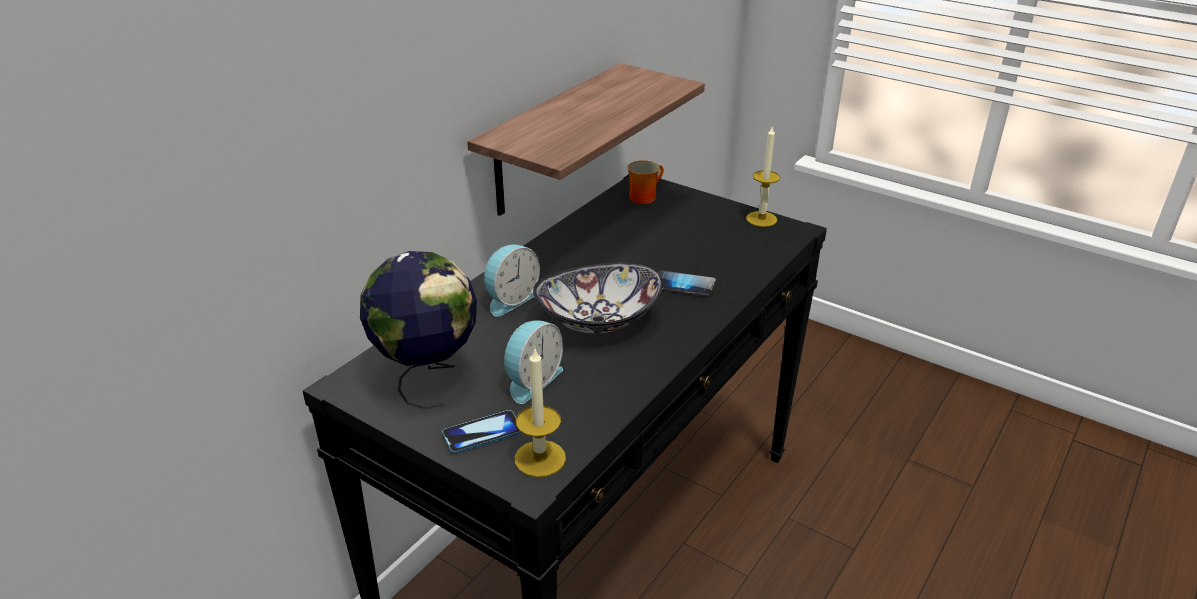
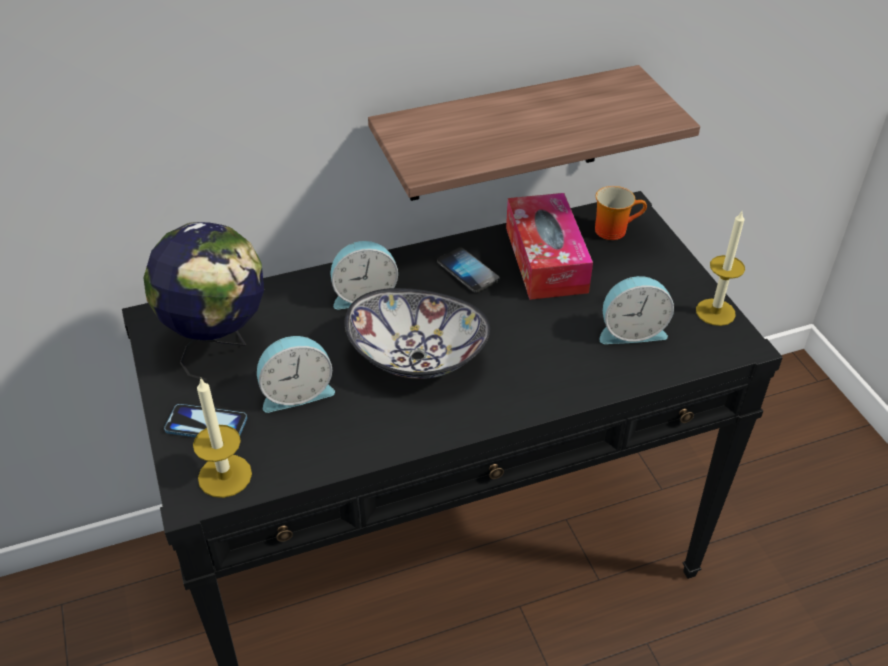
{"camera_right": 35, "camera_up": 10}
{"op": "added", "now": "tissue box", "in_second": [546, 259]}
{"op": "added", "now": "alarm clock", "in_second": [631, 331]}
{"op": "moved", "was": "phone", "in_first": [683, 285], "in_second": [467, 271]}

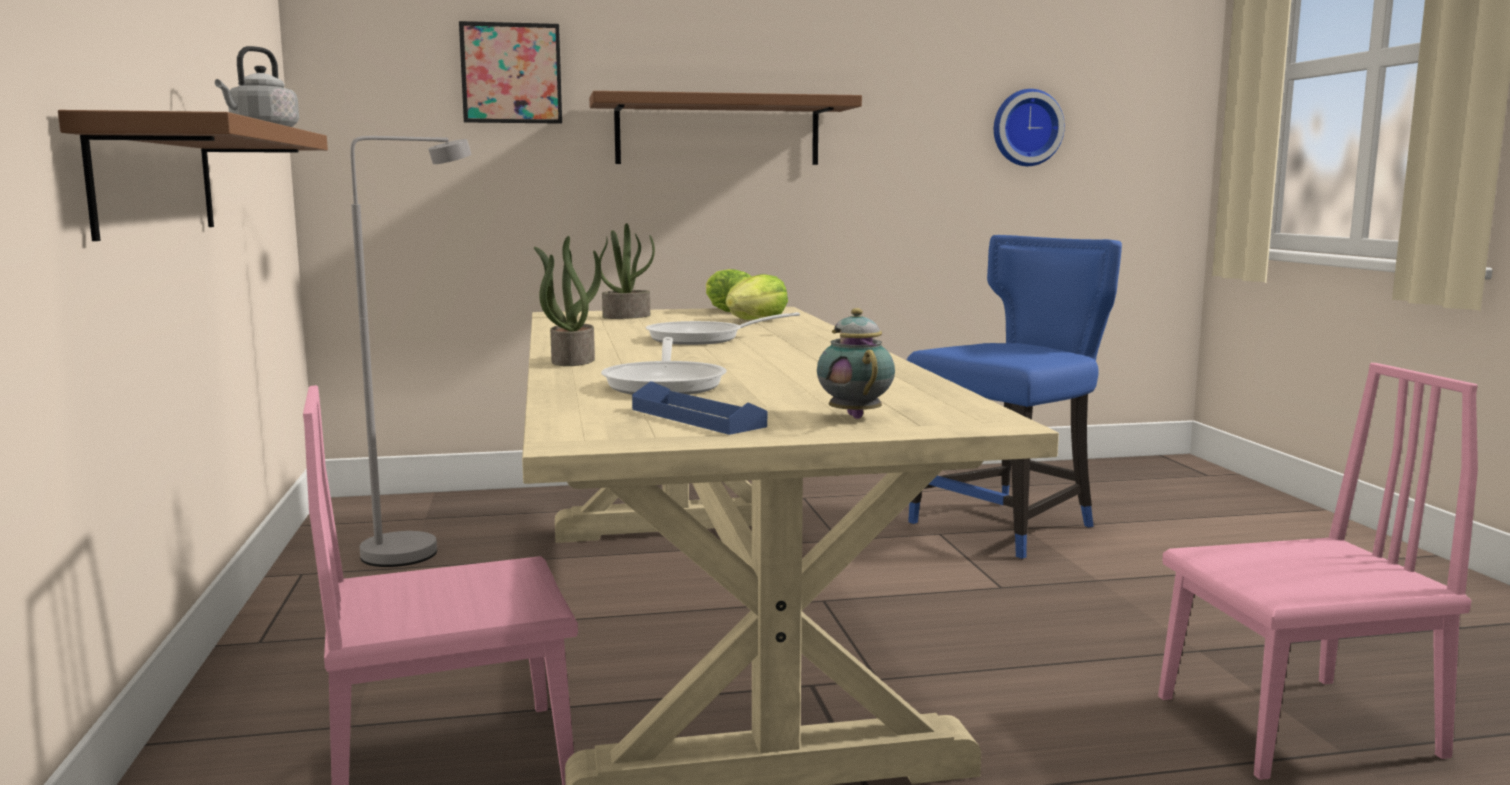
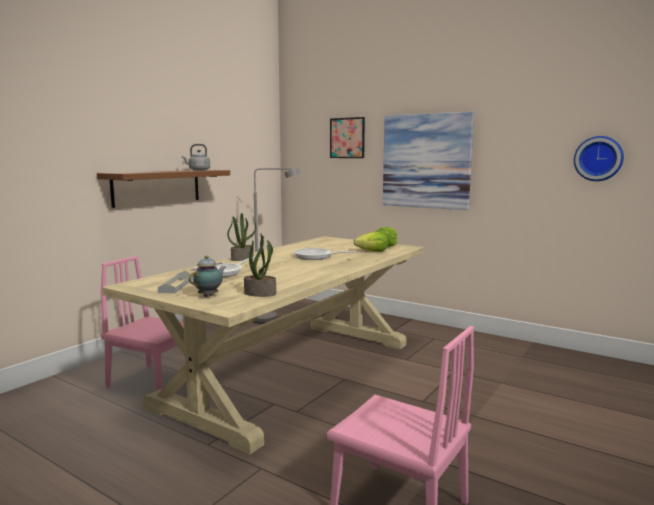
{"camera_right": 45, "camera_up": 0}
{"op": "removed", "was": "blue chair", "in_first": [1008, 526]}
{"op": "moved", "was": "potted plant", "in_first": [626, 316], "in_second": [260, 293]}
{"op": "replaced", "was": "brown shelf", "now": "picture", "in_first": [717, 131], "in_second": [426, 161]}
{"op": "recoloured", "was": "blue tray", "now": "grey tray", "in_first": [697, 418], "in_second": [176, 285]}

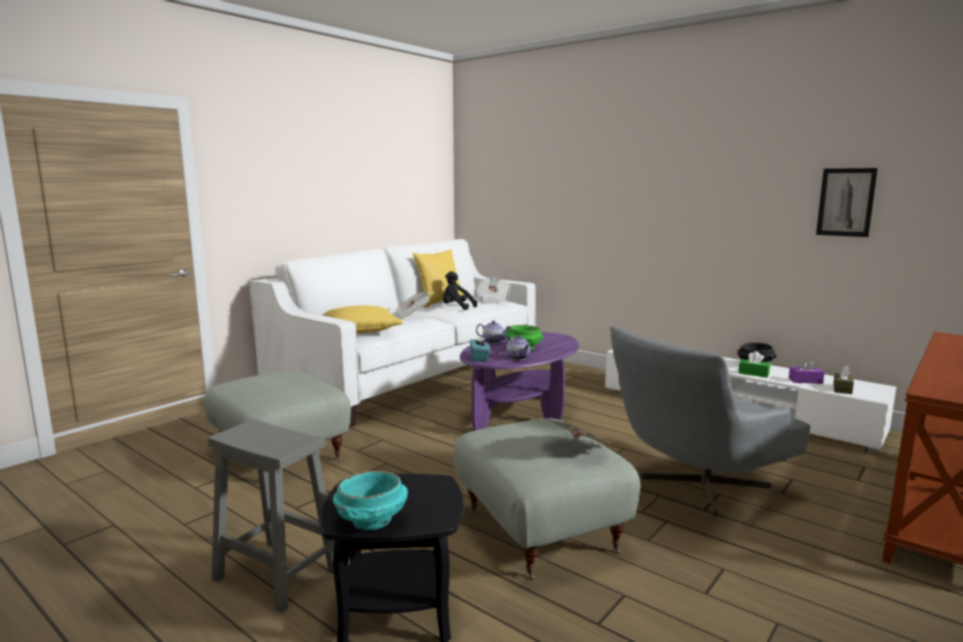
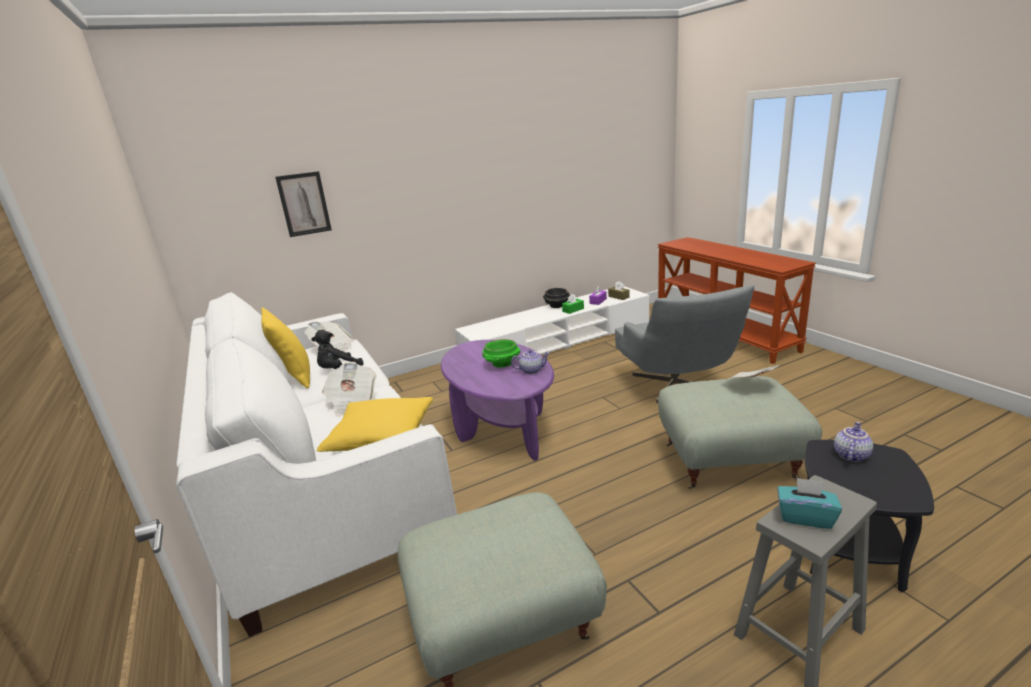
{"camera_right": -65, "camera_up": 10}
{"op": "removed", "was": "turquoise bowl", "in_first": [371, 522]}
{"op": "moved", "was": "turquoise tissue box", "in_first": [479, 358], "in_second": [805, 517]}
{"op": "moved", "was": "teapot", "in_first": [493, 341], "in_second": [850, 455]}
{"op": "moved", "was": "picture", "in_first": [846, 202], "in_second": [304, 204]}

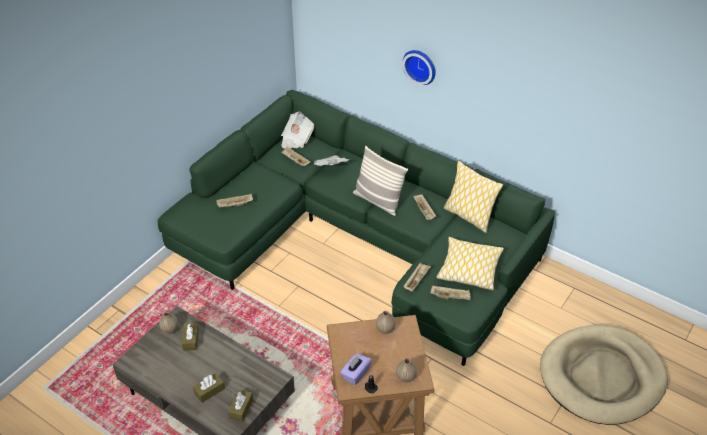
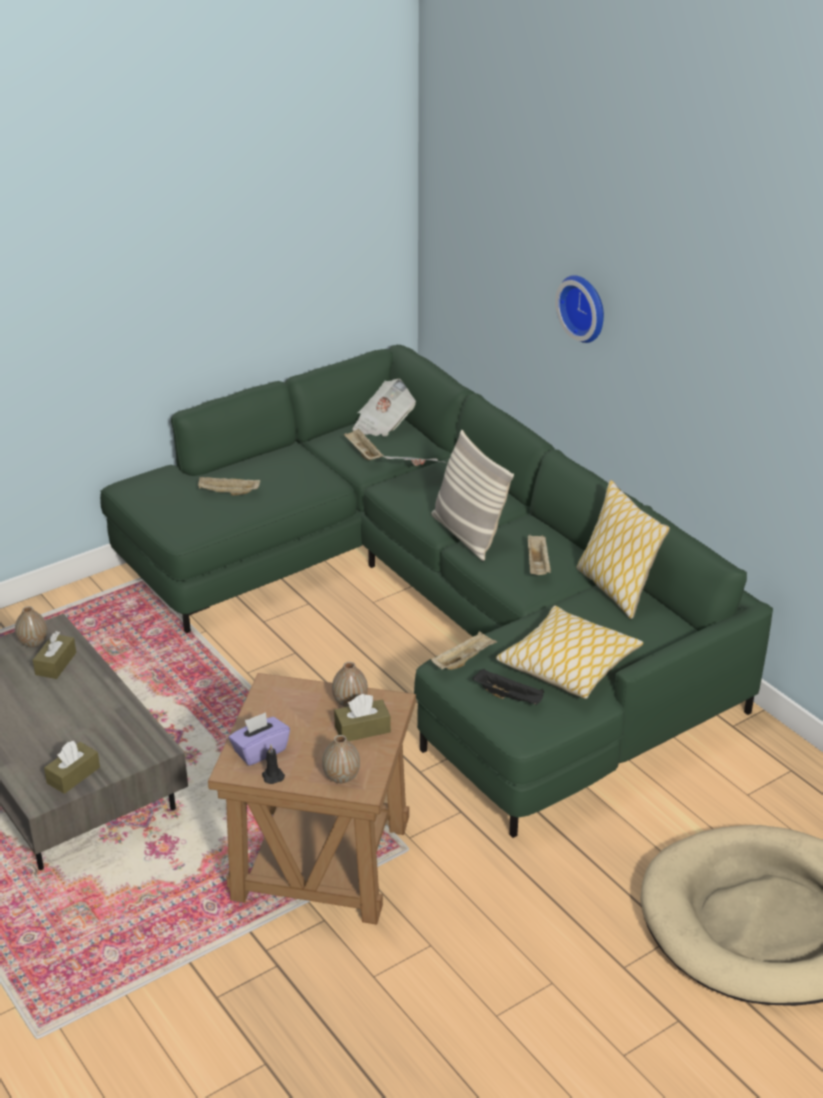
{"camera_right": 20, "camera_up": -10}
{"op": "moved", "was": "brown tissue box", "in_first": [209, 391], "in_second": [362, 729]}
{"op": "recoloured", "was": "beige tray", "now": "black tray", "in_first": [450, 297], "in_second": [509, 697]}

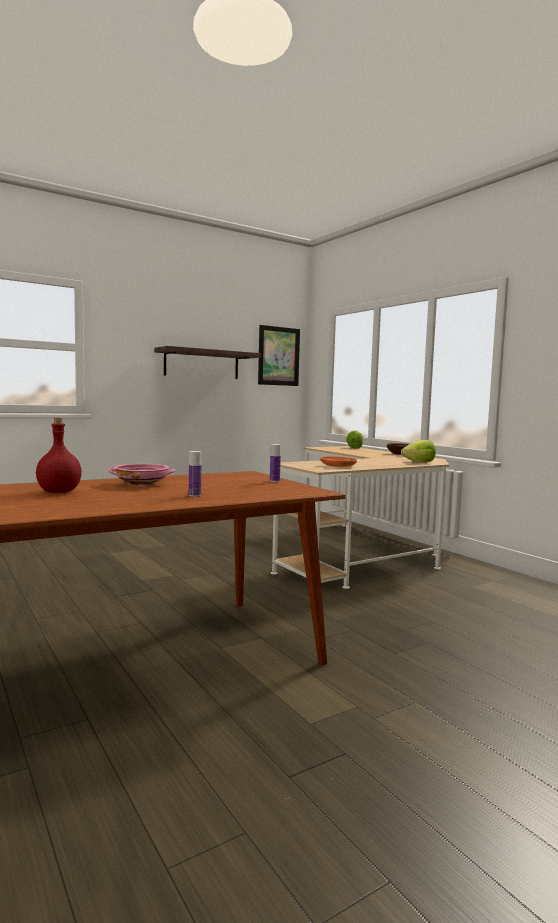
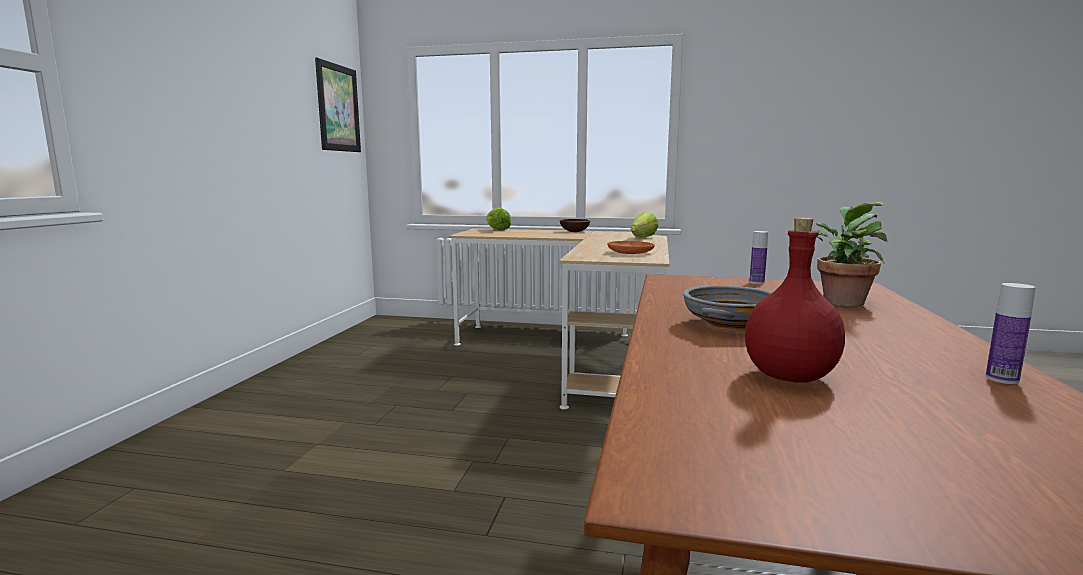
{"camera_right": -45, "camera_up": 5}
{"op": "removed", "was": "shelf", "in_first": [202, 364]}
{"op": "added", "now": "potted plant", "in_second": [840, 301]}
{"op": "moved", "was": "bottle", "in_first": [194, 495], "in_second": [1002, 379]}
{"op": "recoloured", "was": "pink bowl", "now": "grey bowl", "in_first": [142, 484], "in_second": [729, 324]}

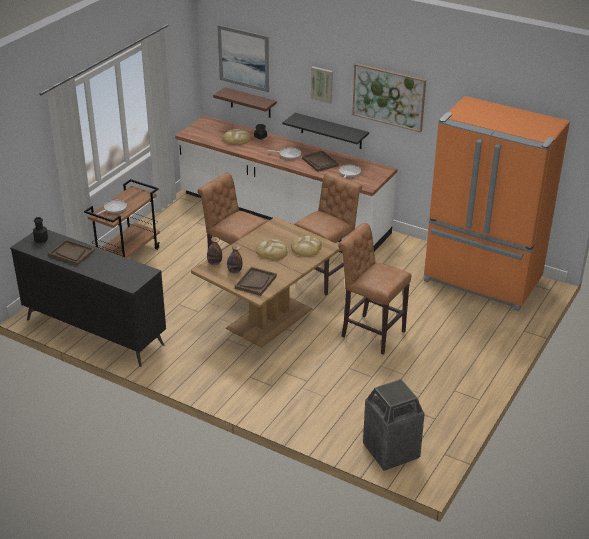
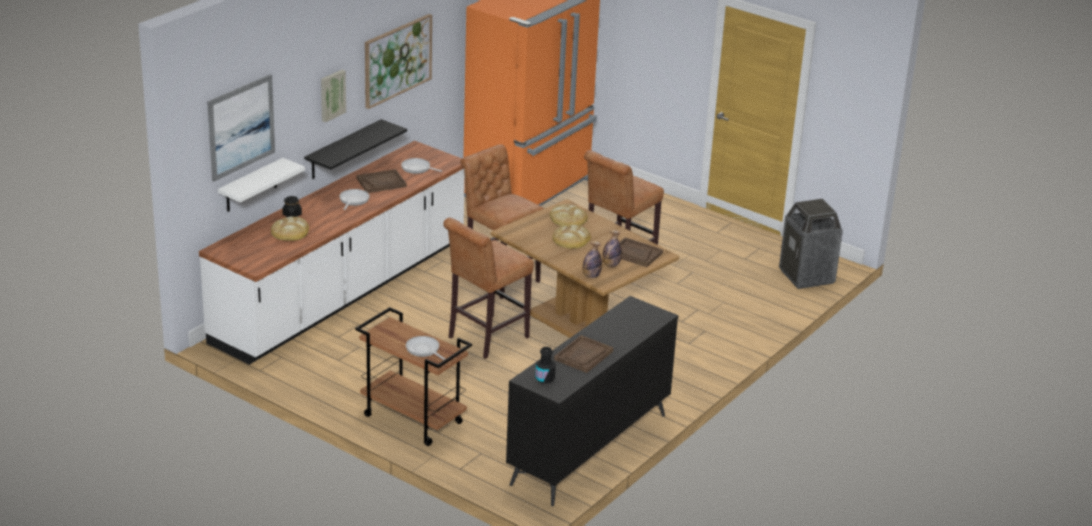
{"camera_right": -85, "camera_up": -5}
{"op": "recoloured", "was": "brown shelf", "now": "white shelf", "in_first": [250, 103], "in_second": [251, 186]}

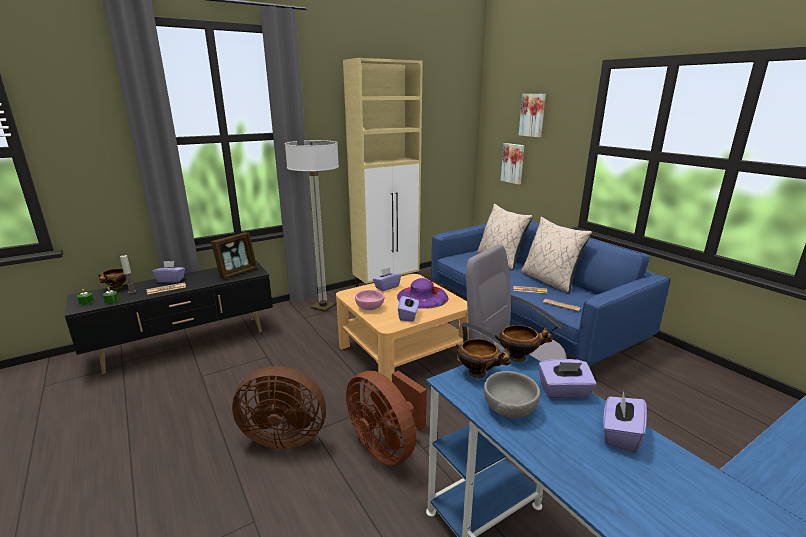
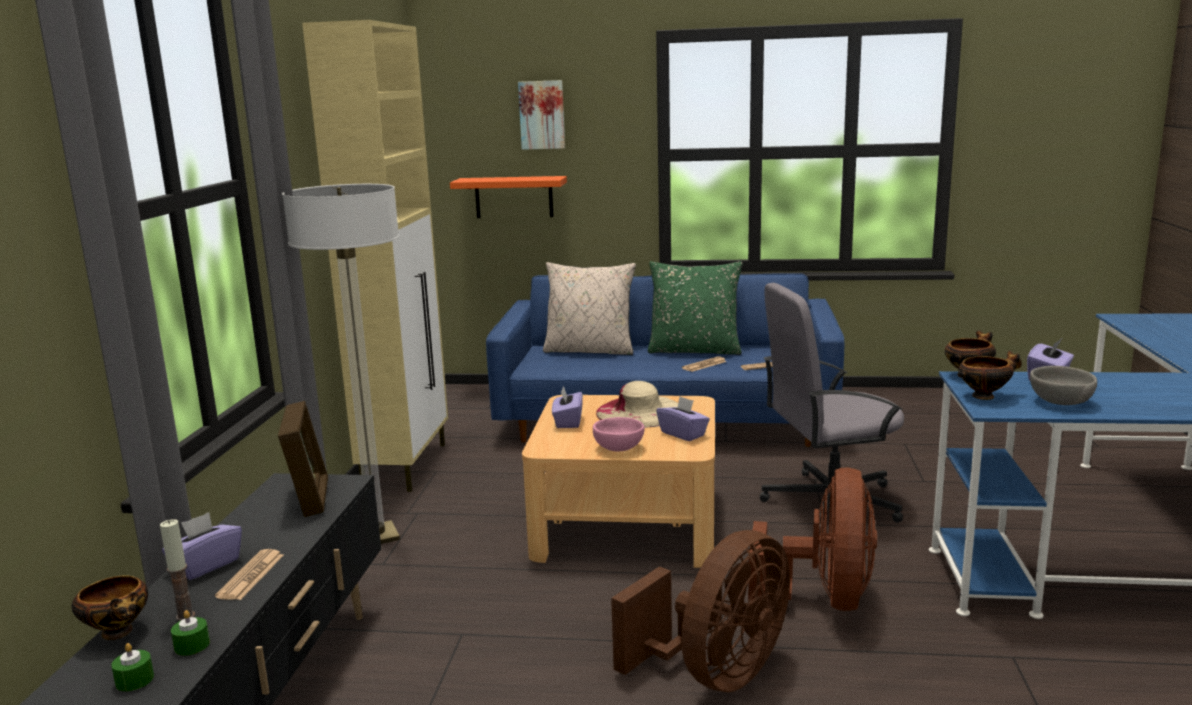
{"camera_right": -50, "camera_up": -5}
{"op": "removed", "was": "purple tissue box", "in_first": [620, 435]}
{"op": "replaced", "was": "picture", "now": "orange shelf", "in_first": [513, 163], "in_second": [514, 197]}
{"op": "recoloured", "was": "purple hat", "now": "beige hat", "in_first": [422, 297], "in_second": [639, 412]}
{"op": "recoloured", "was": "beige pillow", "now": "green pillow", "in_first": [549, 281], "in_second": [694, 350]}
{"op": "turned", "was": "brown fan", "in_first": [387, 446], "in_second": [823, 601], "clockwise": -75}

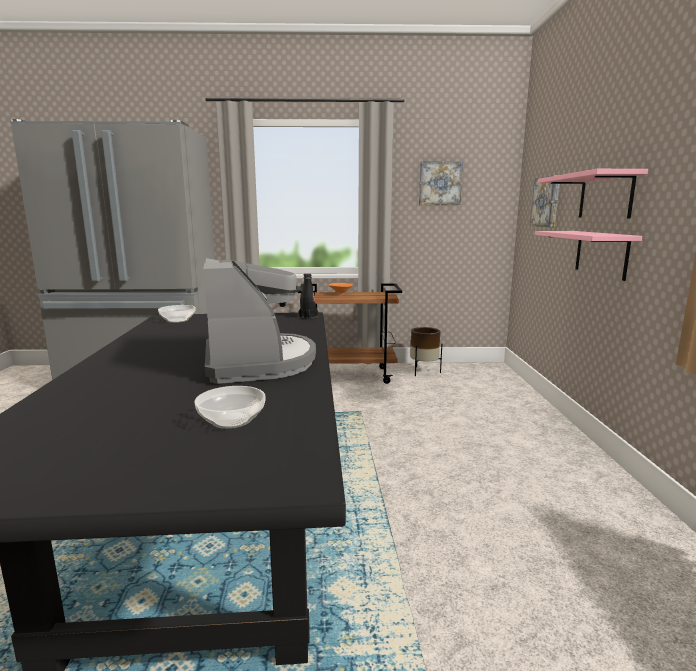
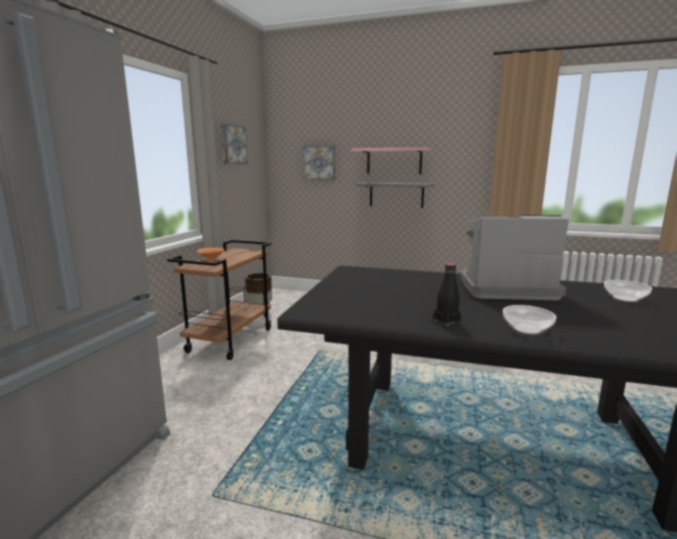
{"camera_right": -70, "camera_up": 0}
{"op": "moved", "was": "bowl", "in_first": [177, 320], "in_second": [526, 329]}
{"op": "moved", "was": "black bottle", "in_first": [308, 317], "in_second": [446, 321]}
{"op": "recoloured", "was": "pink shelf", "now": "grey shelf", "in_first": [601, 254], "in_second": [396, 195]}

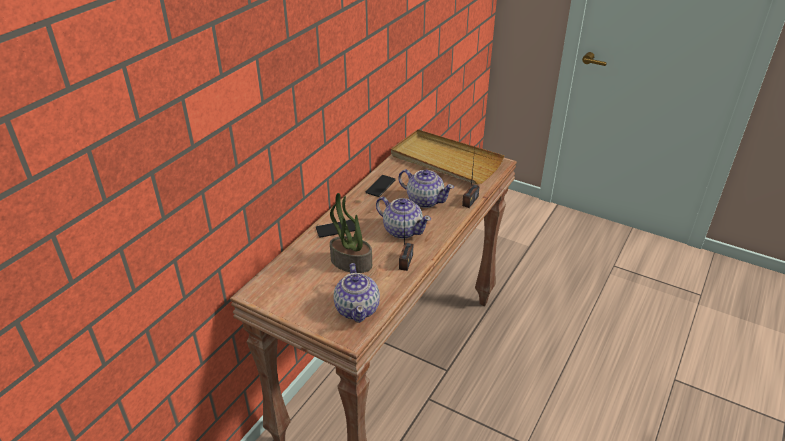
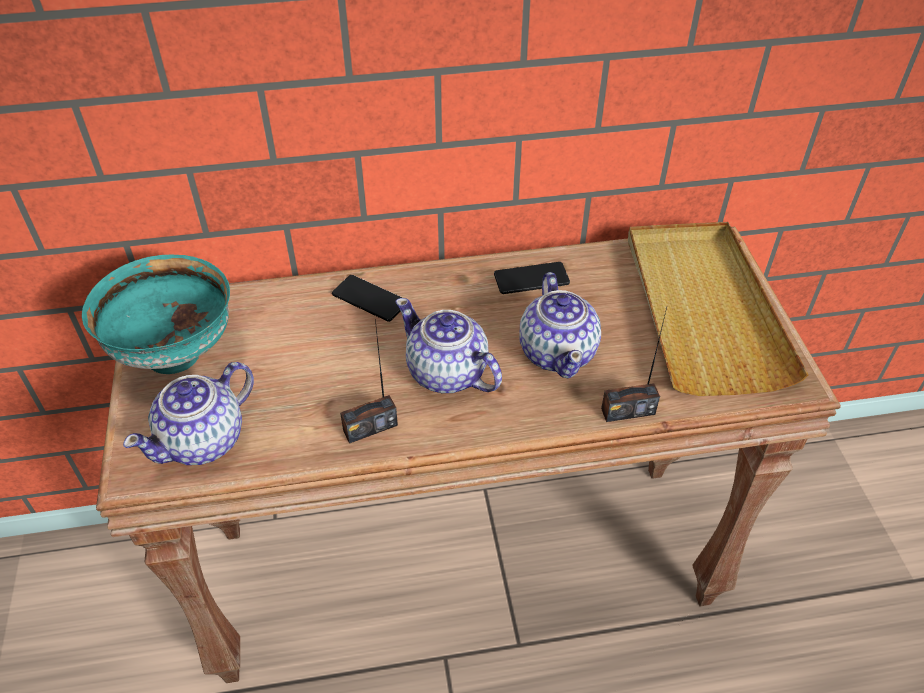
{"camera_right": 50, "camera_up": 10}
{"op": "removed", "was": "potted plant", "in_first": [350, 263]}
{"op": "added", "now": "turquoise bowl", "in_second": [175, 353]}
{"op": "turned", "was": "teapot", "in_first": [402, 230], "in_second": [447, 374], "clockwise": 135}

